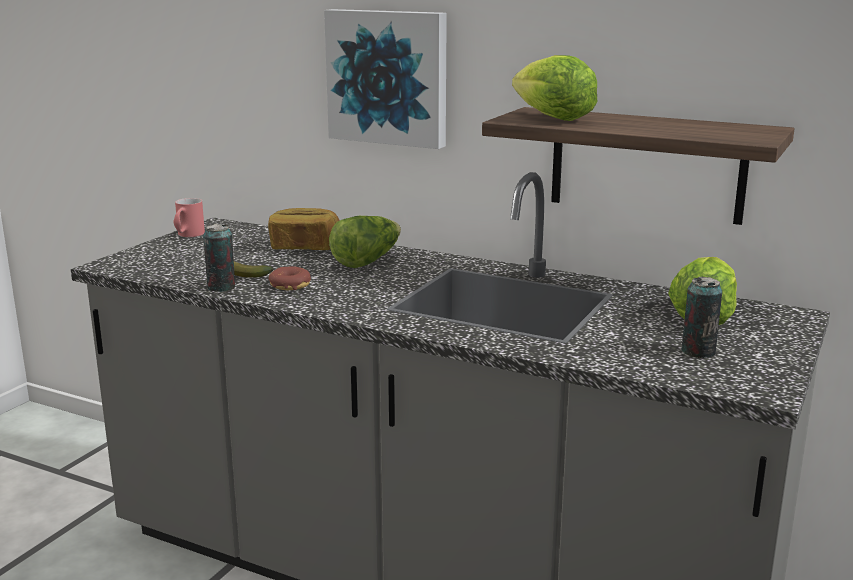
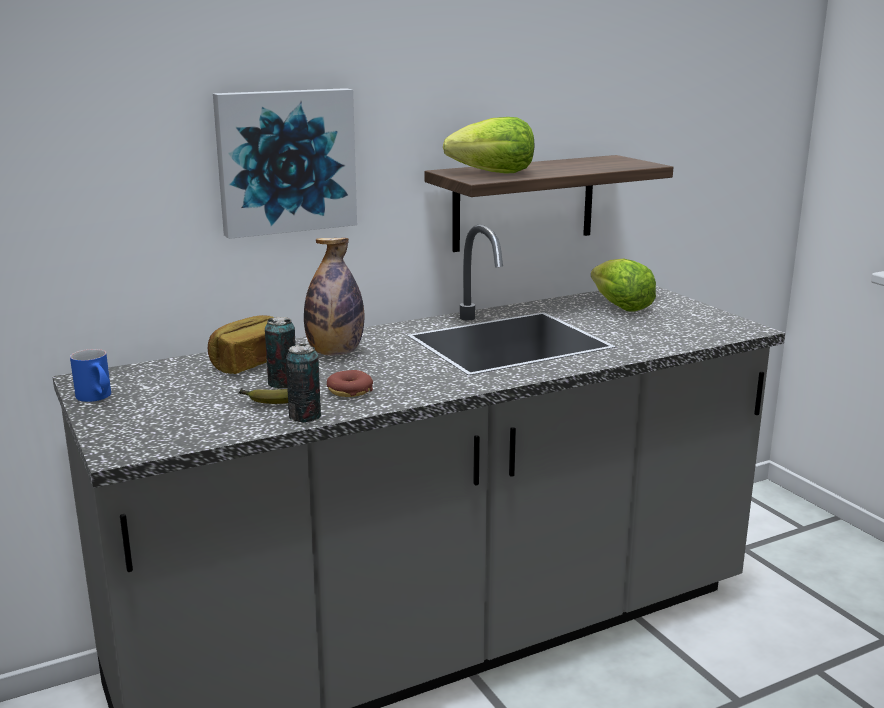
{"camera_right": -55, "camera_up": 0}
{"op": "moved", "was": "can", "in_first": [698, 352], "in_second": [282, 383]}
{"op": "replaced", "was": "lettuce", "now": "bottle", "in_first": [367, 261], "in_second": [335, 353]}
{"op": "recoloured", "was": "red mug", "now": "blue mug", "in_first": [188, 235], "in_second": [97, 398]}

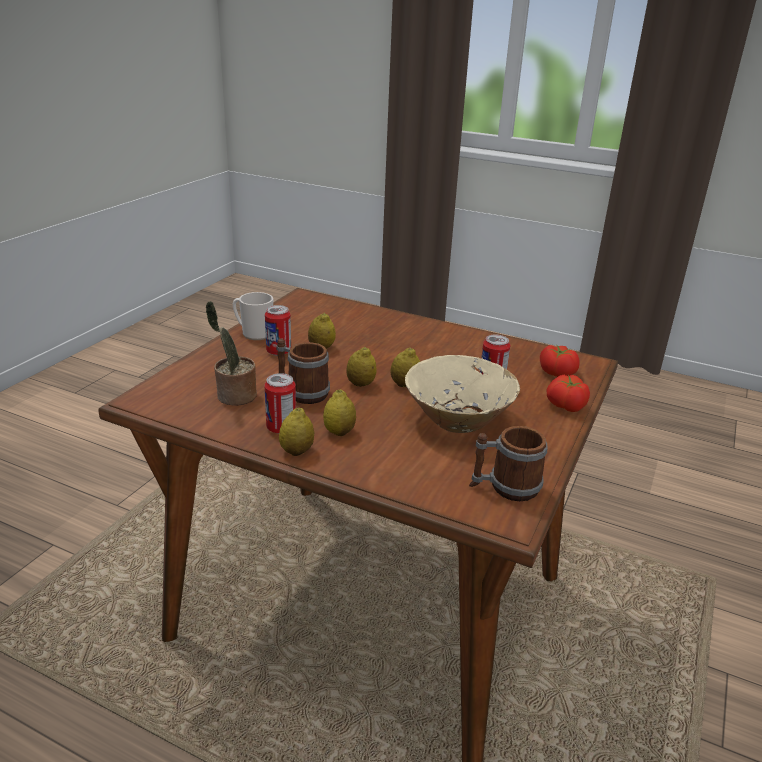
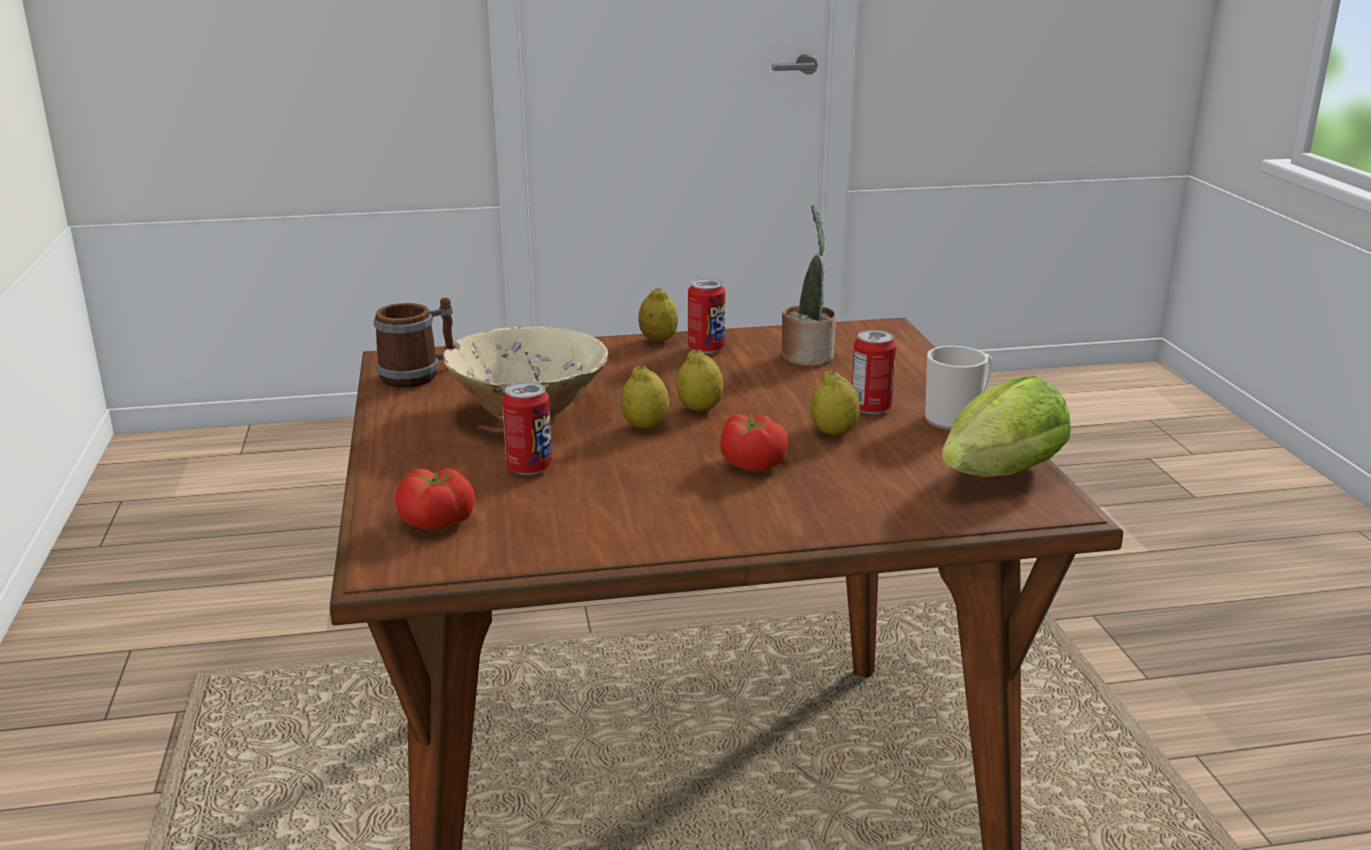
{"camera_right": 145, "camera_up": -5}
{"op": "removed", "was": "mug", "in_first": [301, 392]}
{"op": "removed", "was": "lemon", "in_first": [339, 432]}
{"op": "added", "now": "lettuce", "in_second": [996, 478]}
{"op": "moved", "was": "tomato", "in_first": [565, 405], "in_second": [753, 463]}

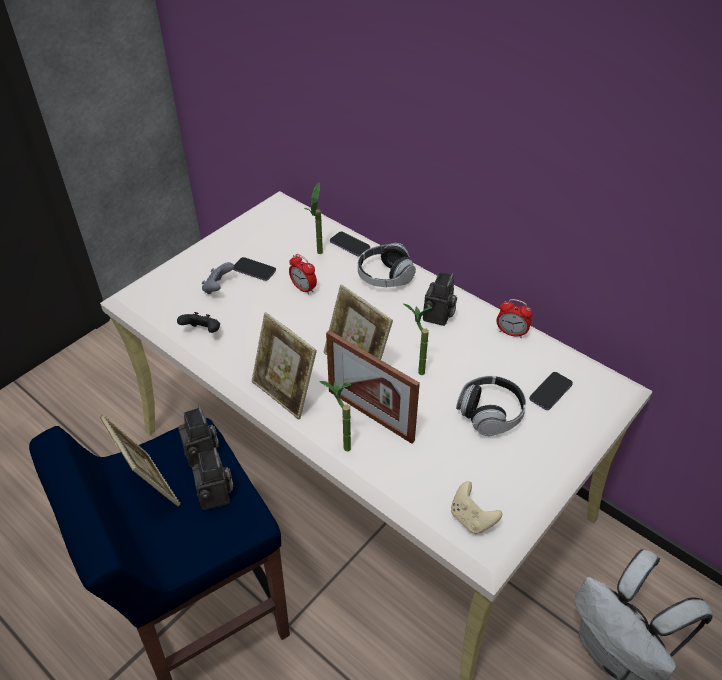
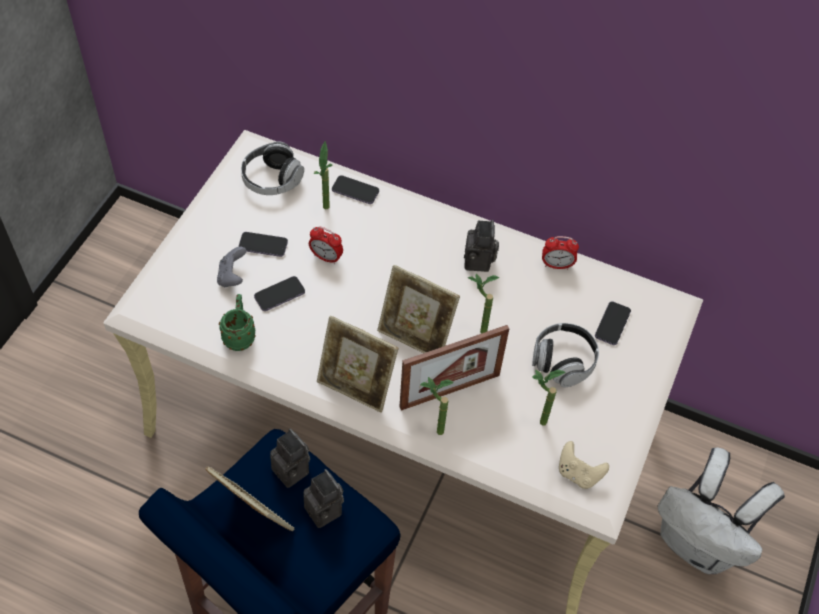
{"camera_right": -20, "camera_up": 10}
{"op": "added", "now": "phone", "in_second": [279, 295]}
{"op": "added", "now": "potted plant", "in_second": [535, 422]}
{"op": "moved", "was": "headphones", "in_first": [385, 276], "in_second": [272, 179]}
{"op": "replaced", "was": "black game controller", "now": "green mug", "in_first": [203, 332], "in_second": [240, 335]}
{"op": "turned", "was": "picture frame", "in_first": [370, 415], "in_second": [450, 391], "clockwise": -45}

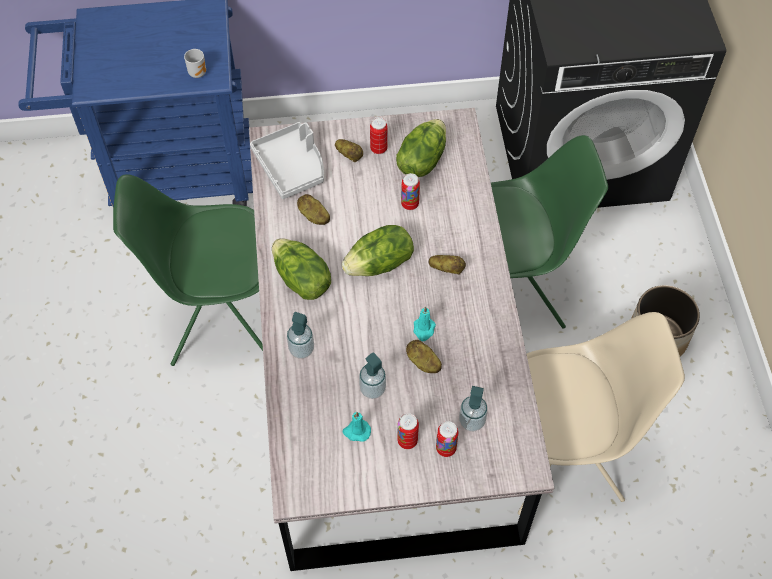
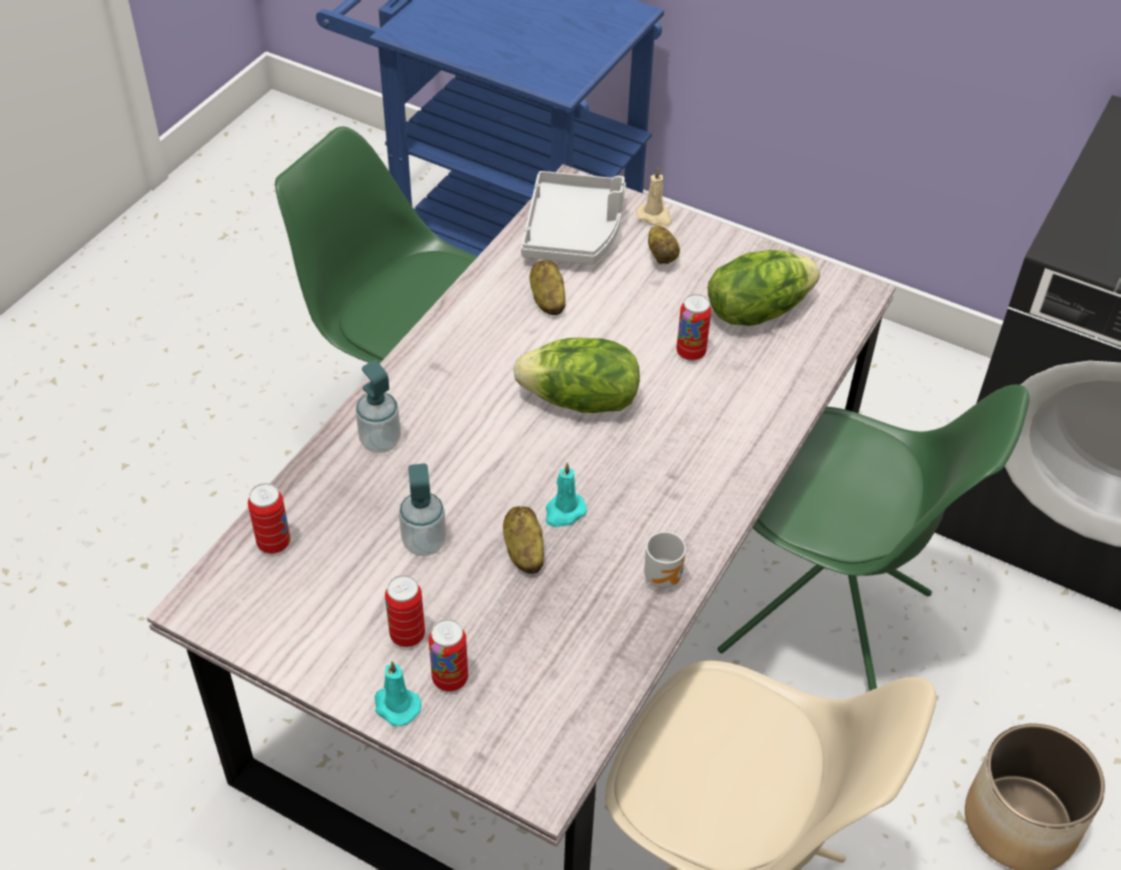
{"camera_right": 35, "camera_up": -10}
{"op": "removed", "was": "lettuce", "in_first": [301, 280]}
{"op": "removed", "was": "potato", "in_first": [446, 269]}
{"op": "removed", "was": "soap dispenser", "in_first": [472, 421]}
{"op": "added", "now": "beige candle", "in_second": [655, 217]}
{"op": "moved", "was": "mug", "in_first": [198, 72], "in_second": [665, 577]}
{"op": "moved", "was": "turquoise candle", "in_first": [356, 431], "in_second": [395, 706]}
{"op": "moved", "was": "can", "in_first": [378, 148], "in_second": [274, 543]}

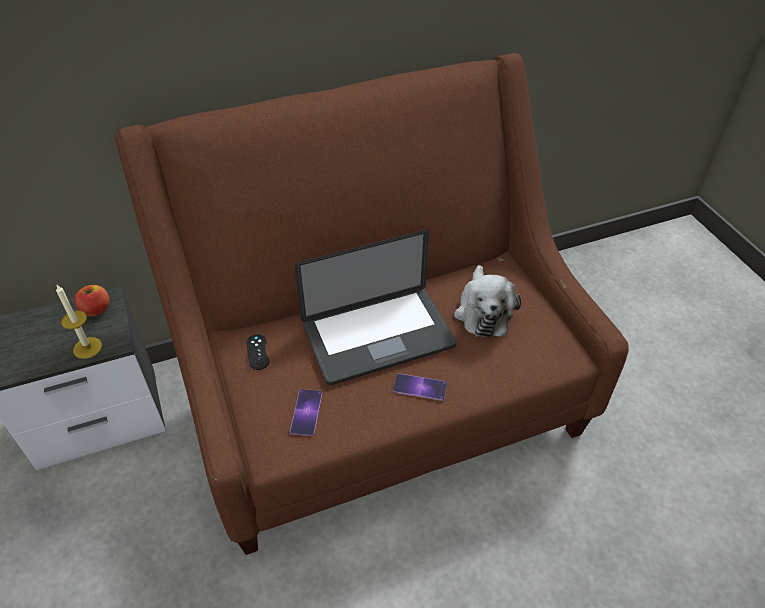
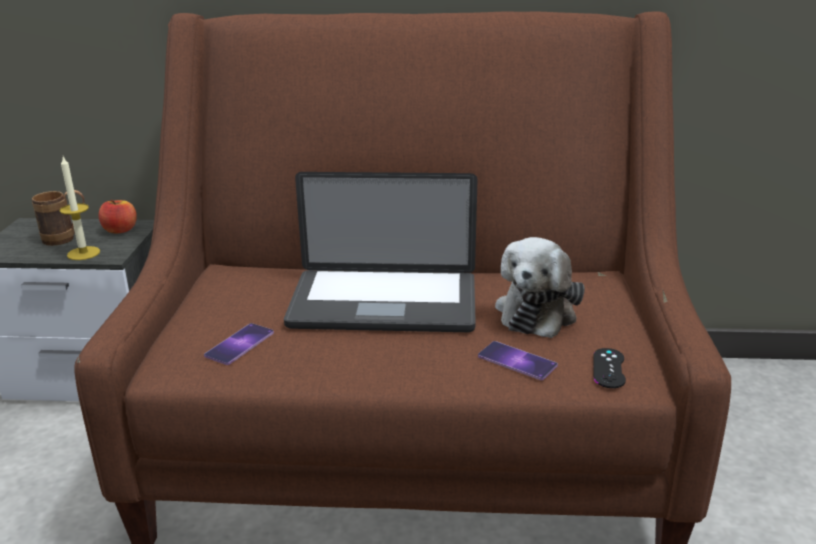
{"camera_right": 25, "camera_up": -20}
{"op": "added", "now": "brown mug", "in_second": [66, 238]}
{"op": "moved", "was": "black game controller", "in_first": [257, 352], "in_second": [609, 368]}
{"op": "moved", "was": "phone", "in_first": [420, 387], "in_second": [517, 361]}

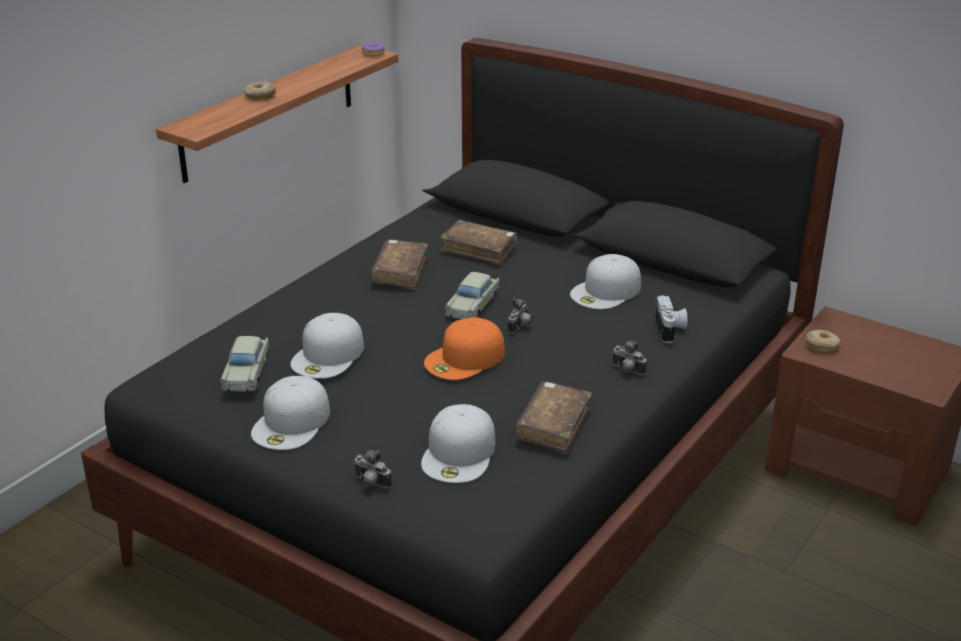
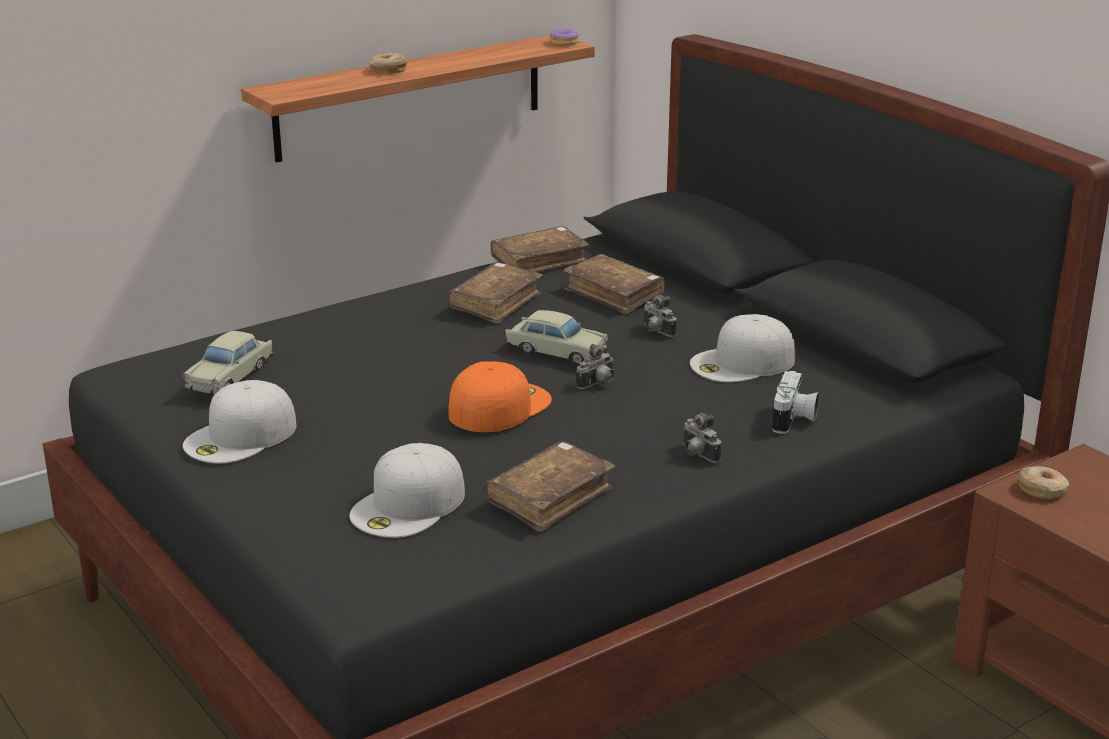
{"camera_right": 20, "camera_up": -5}
{"op": "removed", "was": "white cap", "in_first": [328, 355]}
{"op": "added", "now": "brown book", "in_second": [539, 262]}
{"op": "moved", "was": "photo camera", "in_first": [370, 483], "in_second": [656, 331]}
{"op": "turned", "was": "orange cap", "in_first": [465, 359], "in_second": [499, 406], "clockwise": 150}
{"op": "turned", "was": "beige toy car", "in_first": [473, 305], "in_second": [556, 351], "clockwise": -105}

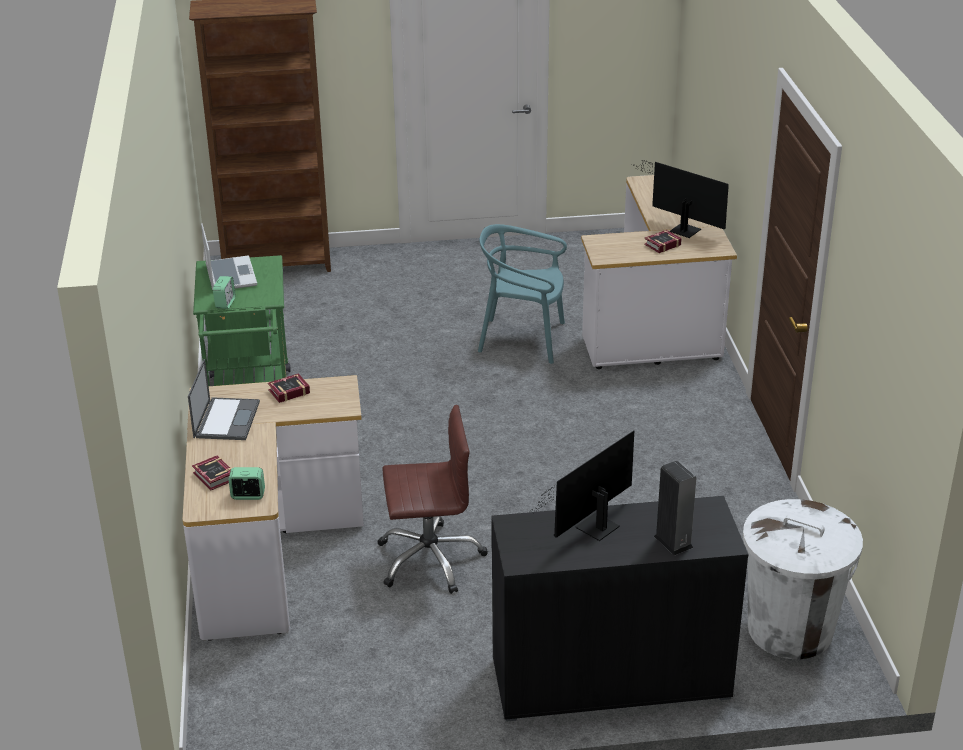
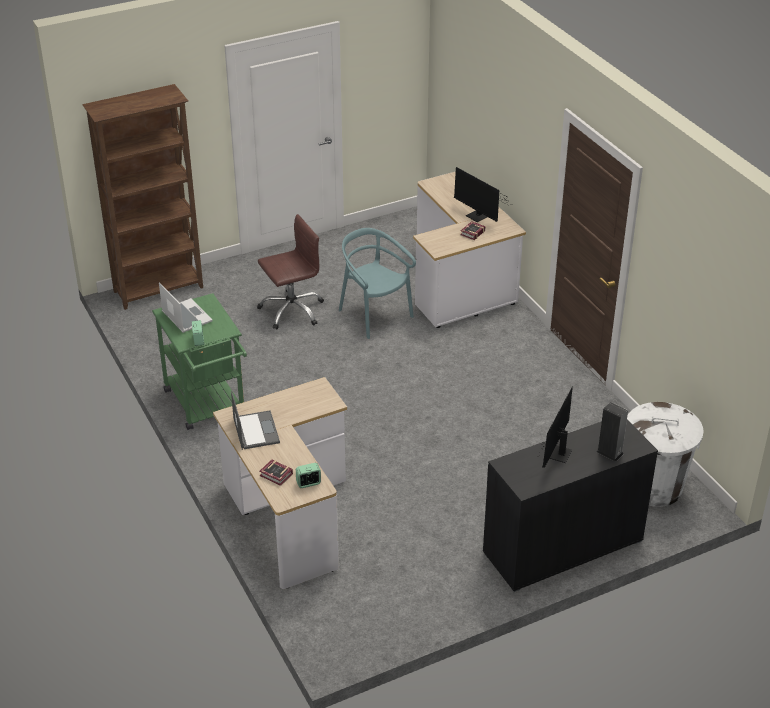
{"camera_right": -20, "camera_up": 5}
{"op": "removed", "was": "book", "in_first": [287, 391]}
{"op": "moved", "was": "brown office chair", "in_first": [429, 559], "in_second": [291, 310]}
{"op": "turned", "was": "turquoise chair", "in_first": [523, 339], "in_second": [374, 315], "clockwise": 60}
{"op": "turned", "was": "monitor", "in_first": [682, 229], "in_second": [478, 217], "clockwise": -150}

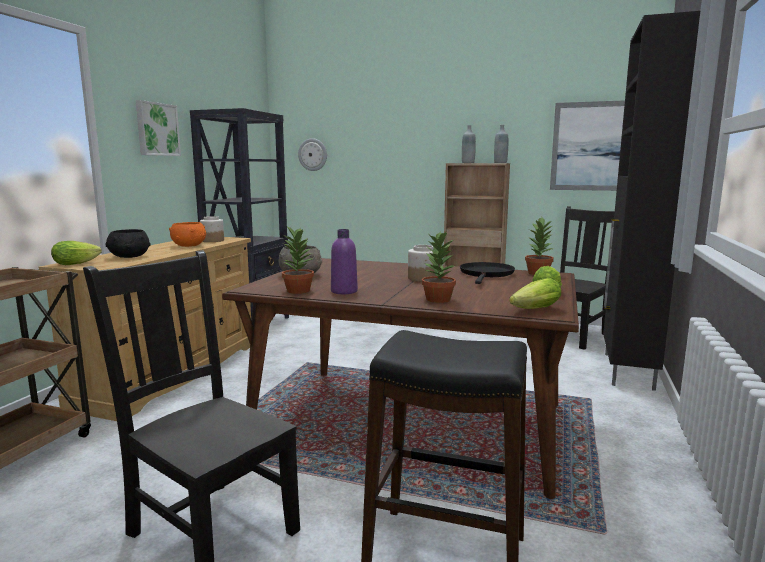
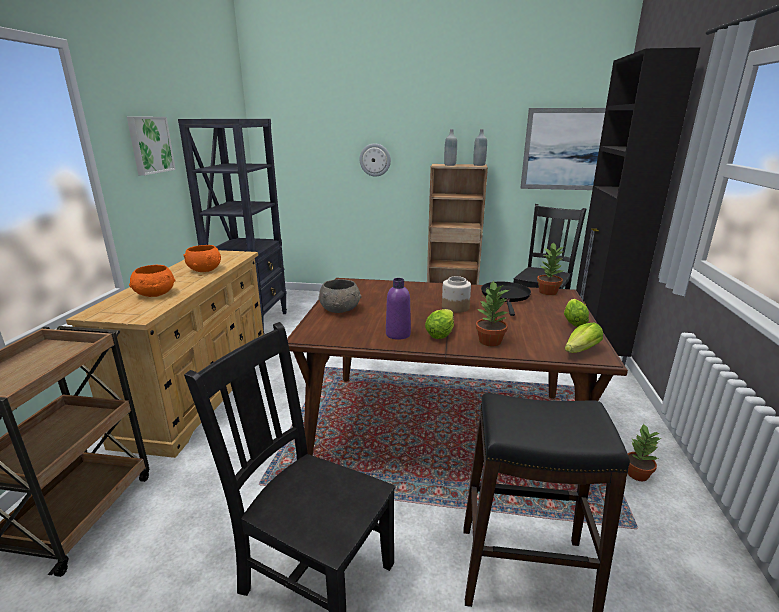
{"camera_right": -10, "camera_up": 10}
{"op": "removed", "was": "jar", "in_first": [212, 240]}
{"op": "moved", "was": "lettuce", "in_first": [79, 263], "in_second": [442, 332]}
{"op": "moved", "was": "potted plant", "in_first": [298, 291], "in_second": [637, 474]}
{"op": "moved", "was": "wall clock", "in_first": [313, 154], "in_second": [375, 160]}
{"op": "recoloured", "was": "black bowl", "now": "orange bowl", "in_first": [129, 257], "in_second": [155, 294]}

